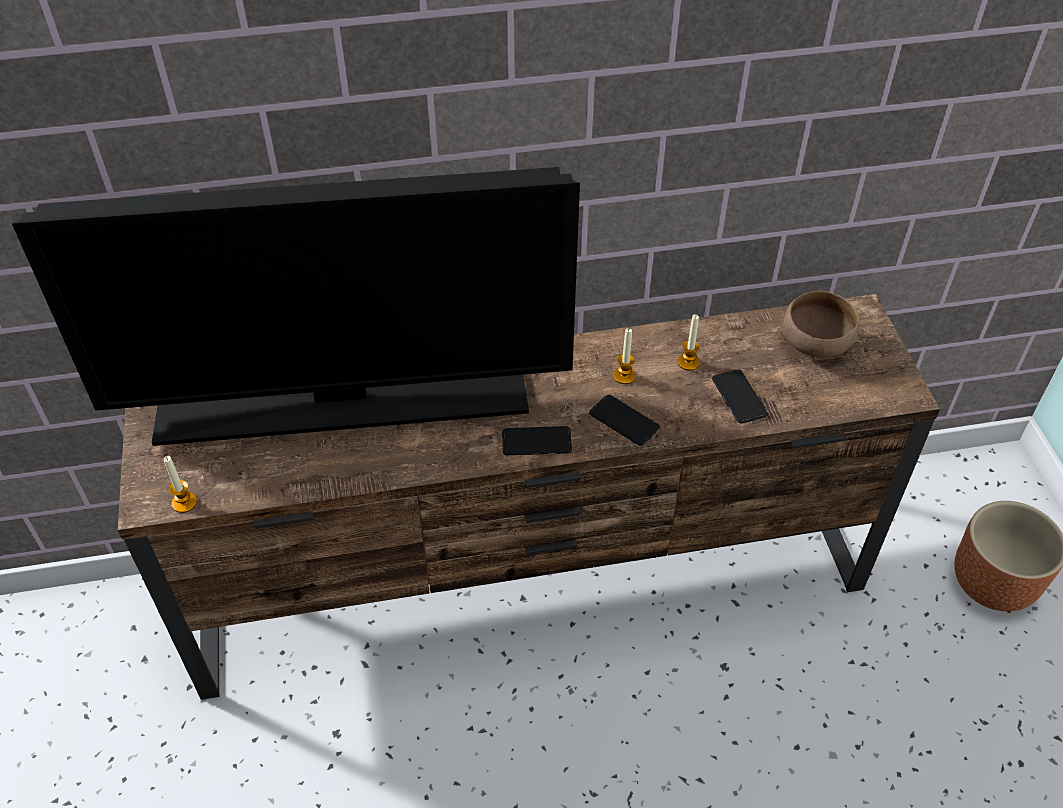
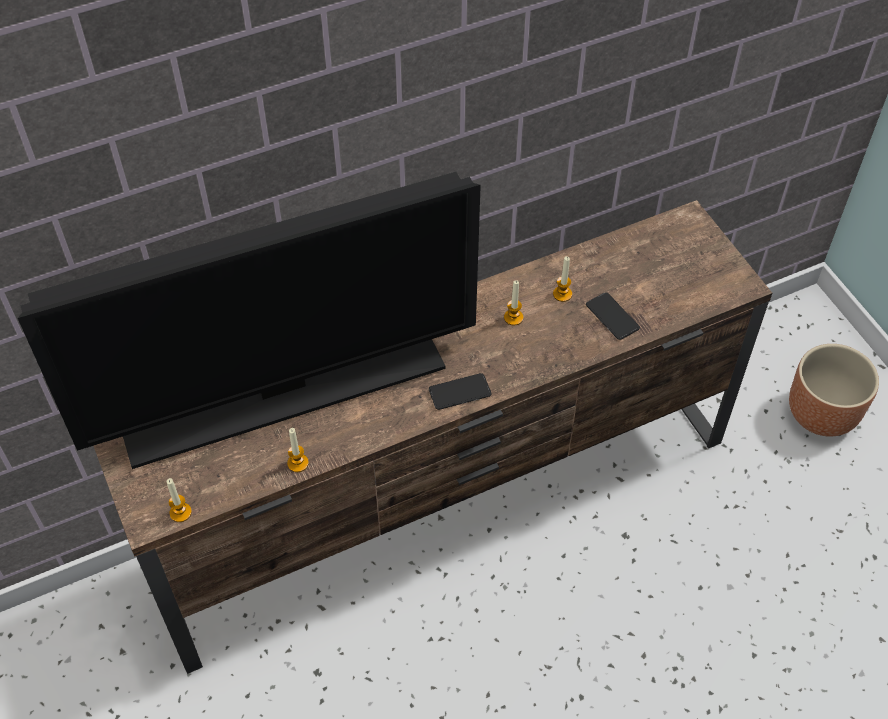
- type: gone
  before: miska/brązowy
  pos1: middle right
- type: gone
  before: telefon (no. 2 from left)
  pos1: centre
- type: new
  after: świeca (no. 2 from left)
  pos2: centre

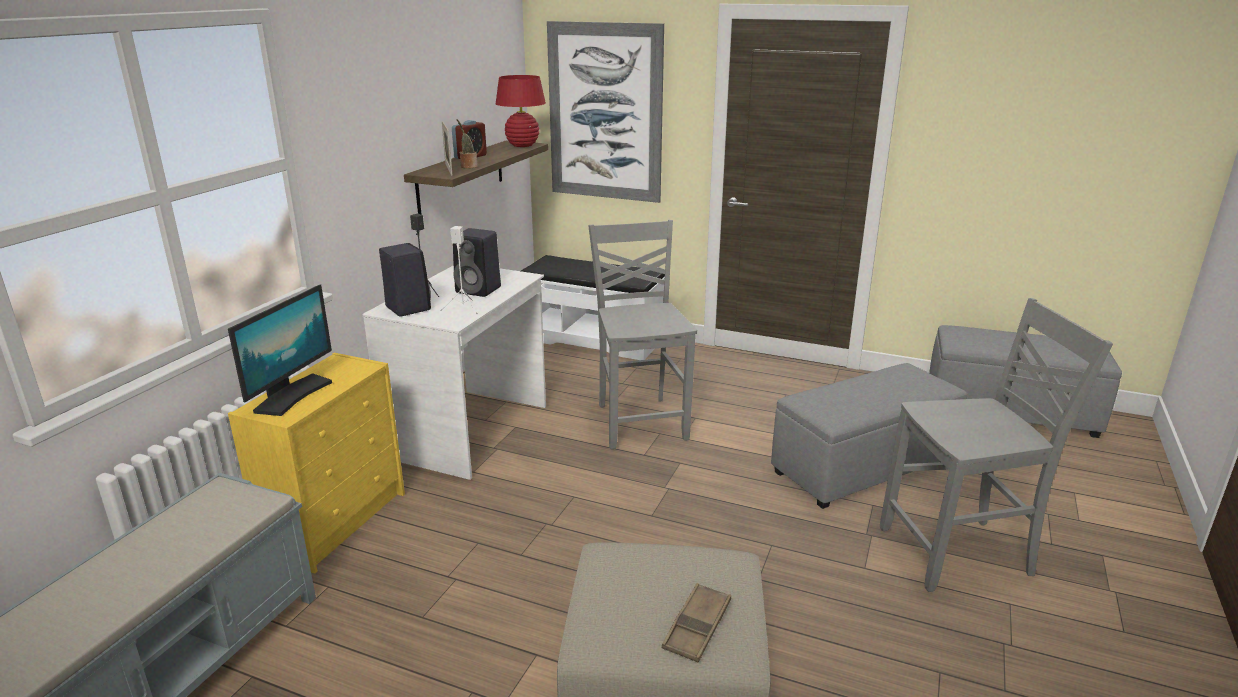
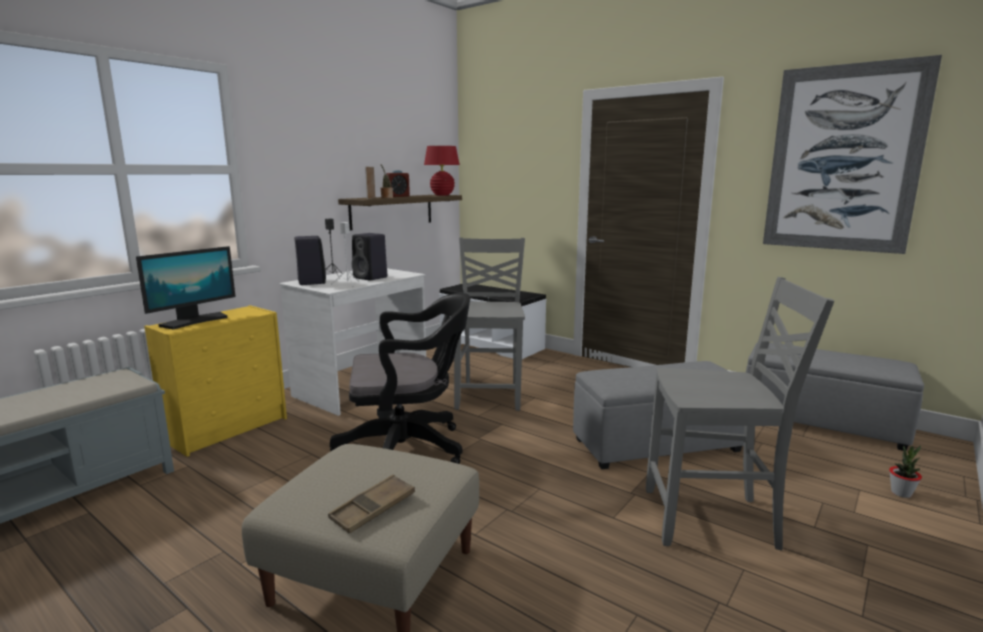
- type: shifted
  before: obraz
  pos1: top centre
  pos2: top right
- type: new
  after: krzesło biurowe/czarny
  pos2: centre
- type: new
  after: roślina doniczkowa (no. 2 from left)
  pos2: bottom right

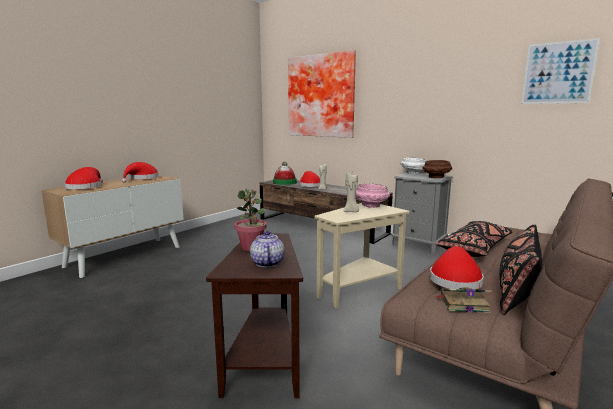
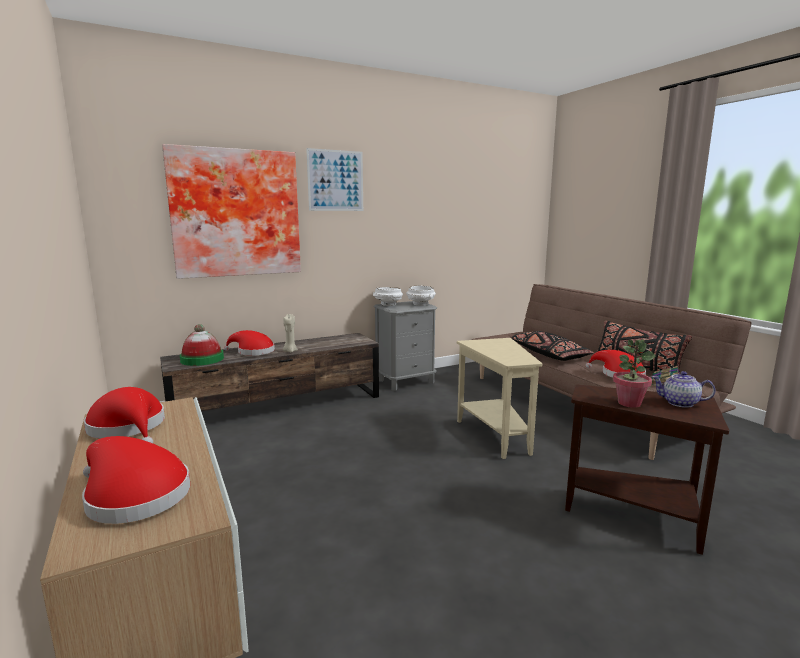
- type: shifted
  before: obraz (no. 2 from left)
  pos1: top right
  pos2: top centre
- type: repainted
  before: miska/brązowy
  after: miska/biały (no. 2 from left)
  pos1: middle right
  pos2: centre
- type: gone
  before: świeca/beżowy (no. 2 from left)
  pos1: centre
- type: gone
  before: miska/różowy
  pos1: centre

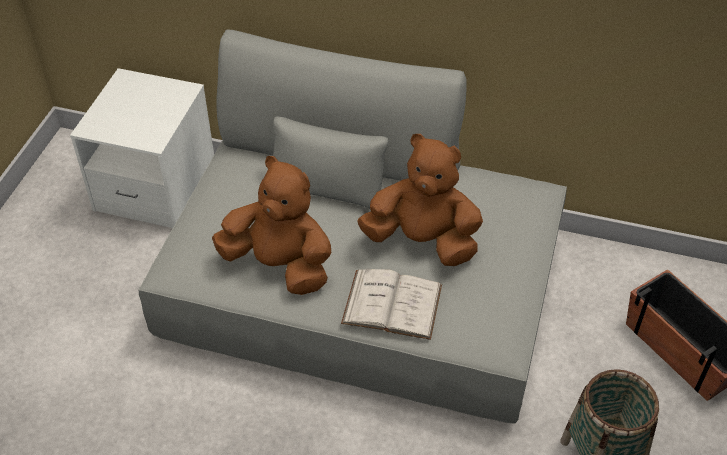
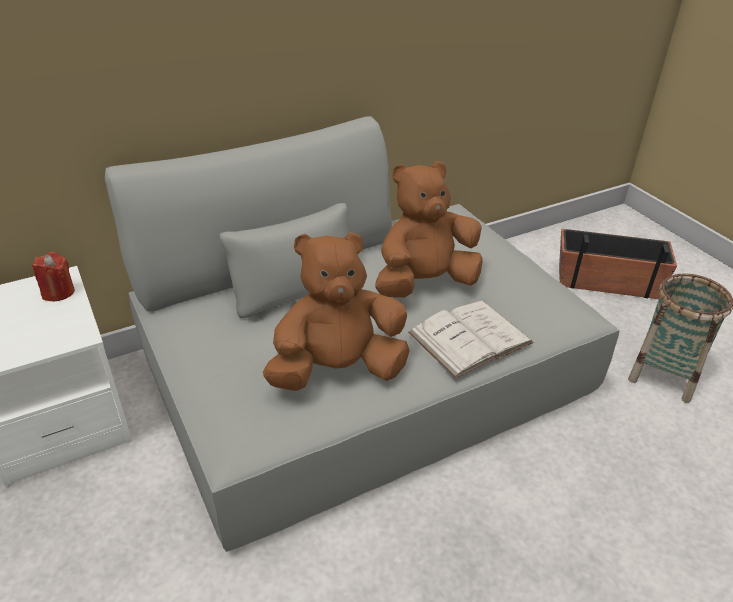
- type: new
  after: świeca/czerwony
  pos2: middle left

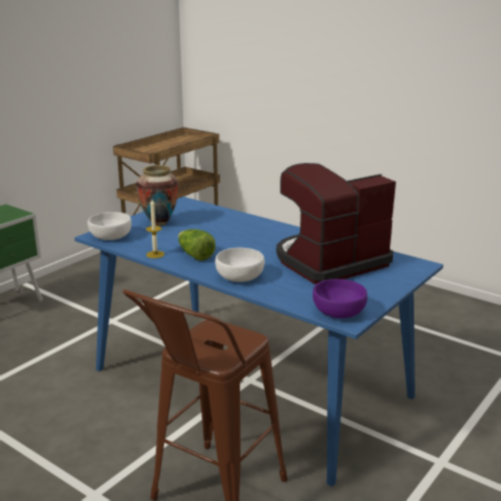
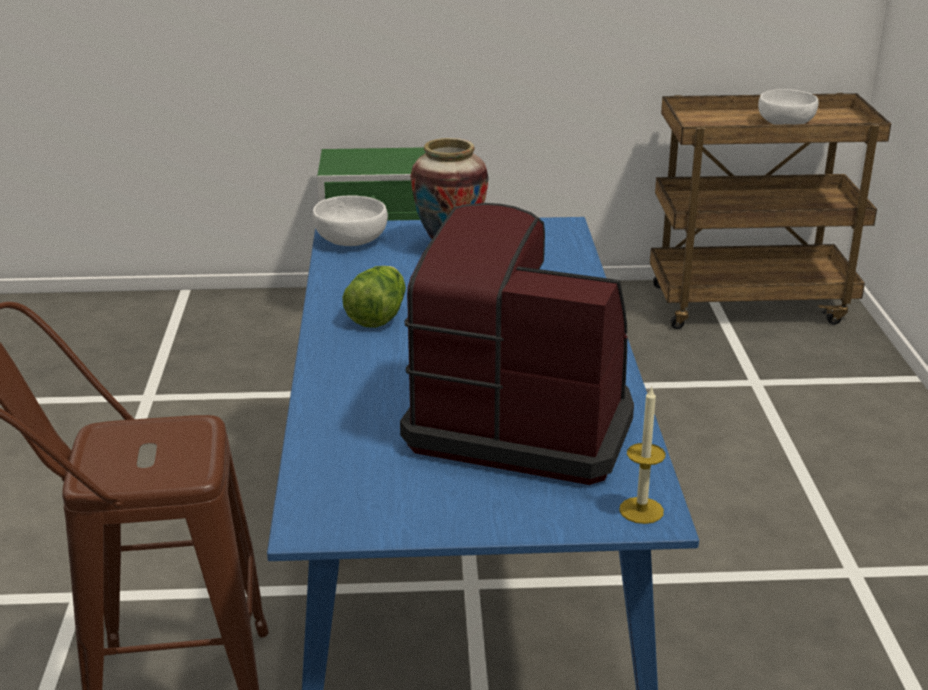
- type: shifted
  before: świeca
  pos1: middle left
  pos2: middle right
- type: shifted
  before: miska/biały (no. 2 from left)
  pos1: centre
  pos2: top right
- type: gone
  before: miska/fioletowy
  pos1: middle right

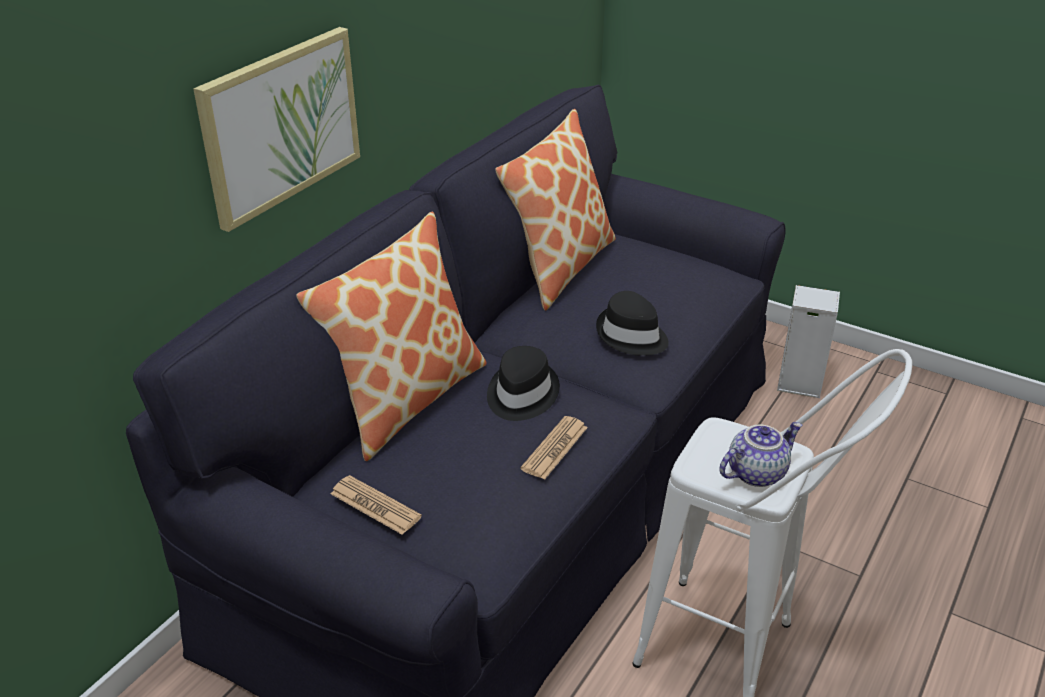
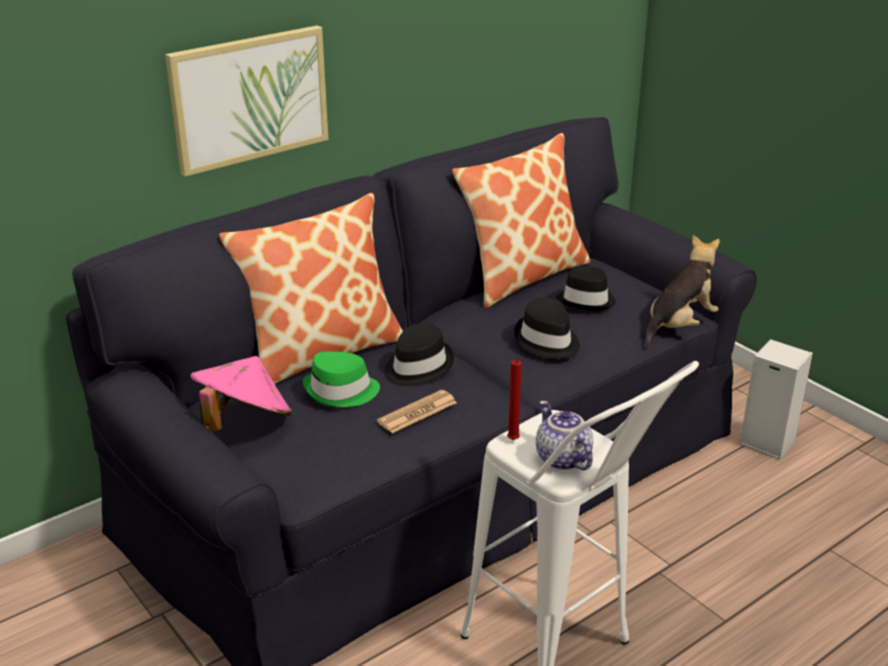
- type: rotated
  before: imbryk
  pos1: middle right
  pos2: centre
  turn: -105
- type: swapped
  before: gazeta (no. 1 from left)
  after: kapelusz/różowy
  pos1: bottom centre
  pos2: middle left
- type: new
  after: pluszak
  pos2: middle right
- type: new
  after: kapelusz/czarny (no. 3 from left)
  pos2: centre
- type: new
  after: kapelusz/zielony
  pos2: centre
- type: new
  after: świeca/czerwony
  pos2: centre

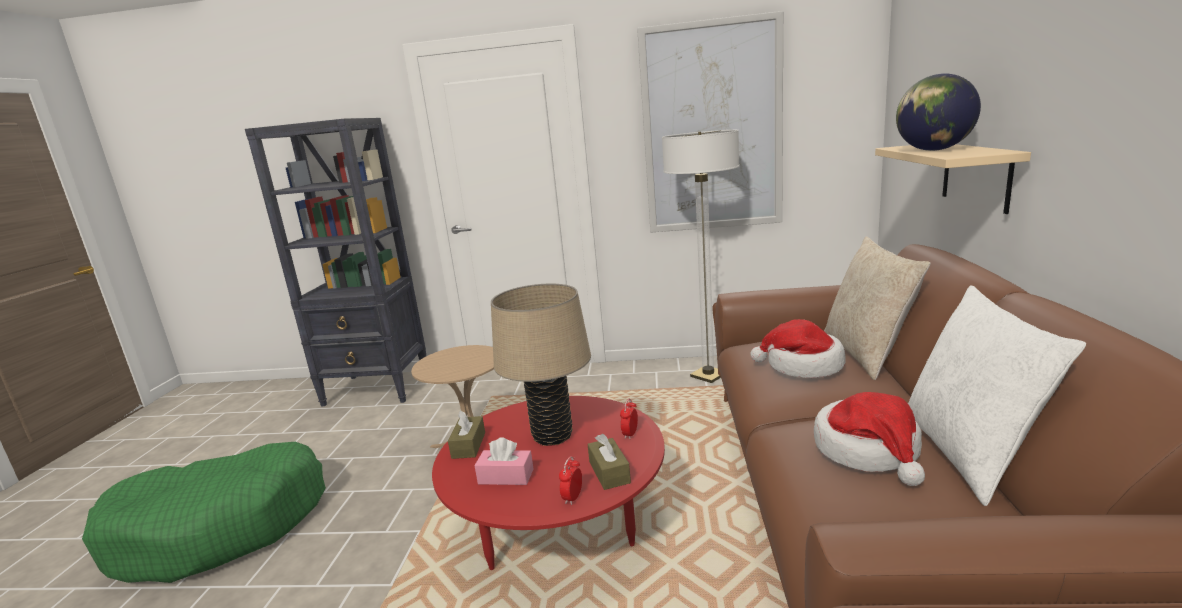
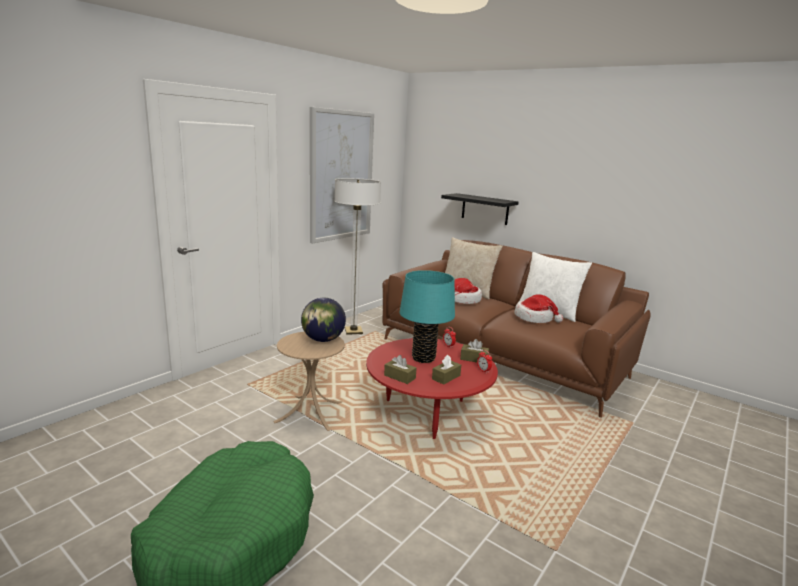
- type: shifted
  before: globus
  pos1: top right
  pos2: centre
- type: gone
  before: regał/czarny
  pos1: middle left
- type: repainted
  before: półka/beżowy
  after: półka/czarny
  pos1: top right
  pos2: centre
- type: repainted
  before: lampa stołowa/beżowy
  after: lampa stołowa/turkusowy
  pos1: centre
  pos2: centre
- type: repainted
  before: pudełko chusteczek/różowy
  after: pudełko chusteczek/brązowy (no. 2 from left)
  pos1: bottom centre
  pos2: centre

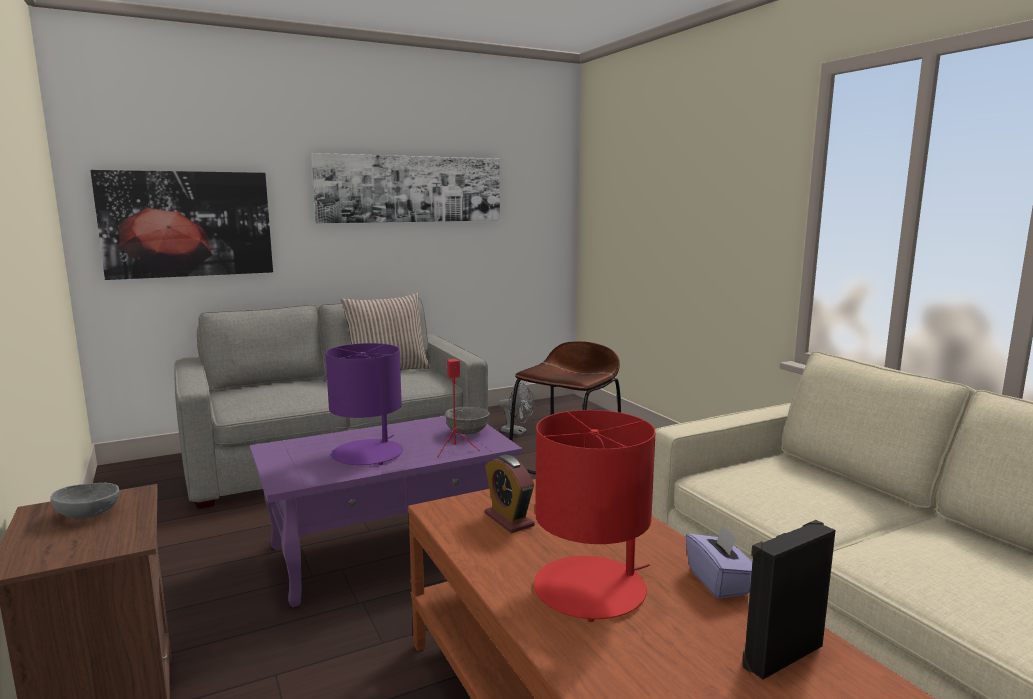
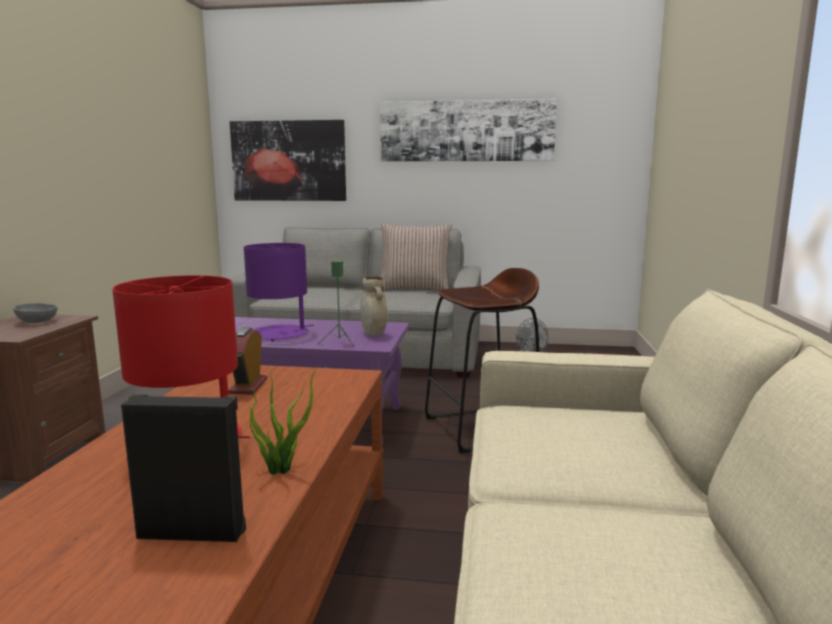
- type: repainted
  before: głośnik/czerwony
  after: głośnik/zielony
  pos1: centre
  pos2: centre
- type: swapped
  before: miska/szary (no. 2 from left)
  after: wazon/beżowy
  pos1: centre
  pos2: centre
- type: swapped
  before: pudełko chusteczek/fioletowy
  after: roślina doniczkowa
  pos1: bottom right
  pos2: bottom centre

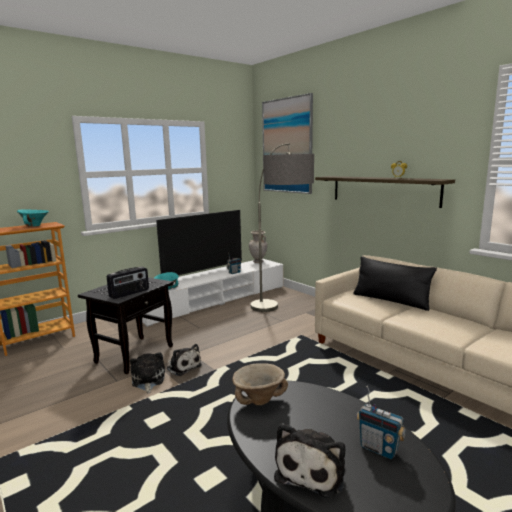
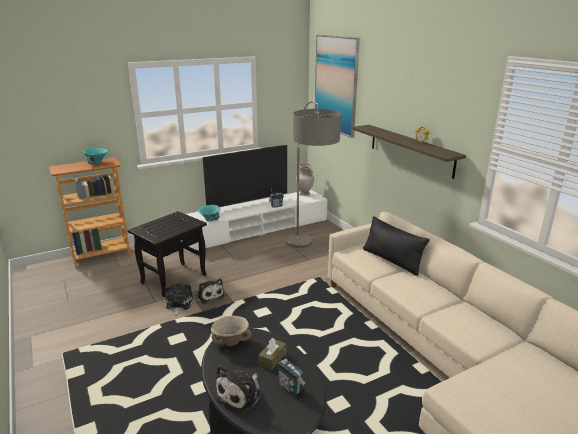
- type: gone
  before: radio (no. 1 from left)
  pos1: middle left
- type: new
  after: pudełko chusteczek/brązowy
  pos2: bottom centre

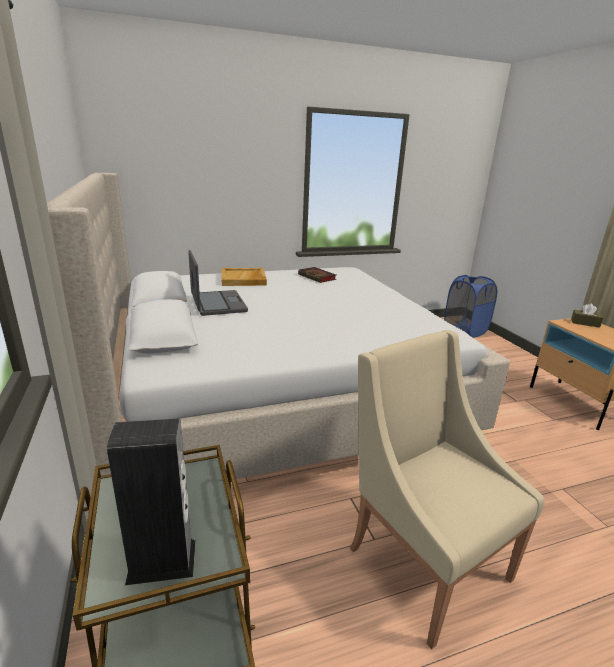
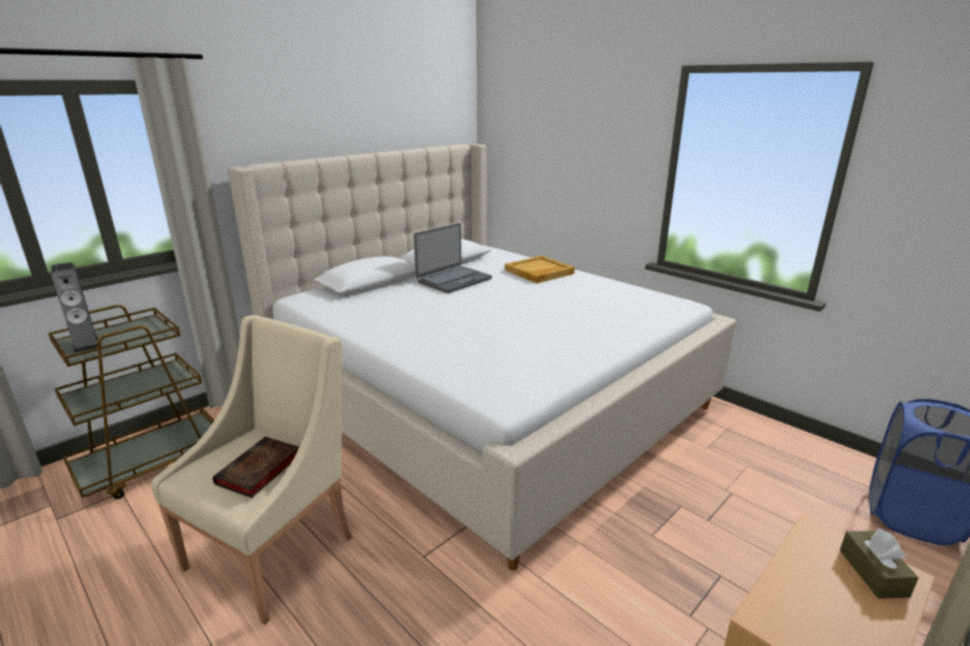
- type: shifted
  before: książka
  pos1: centre
  pos2: bottom left

